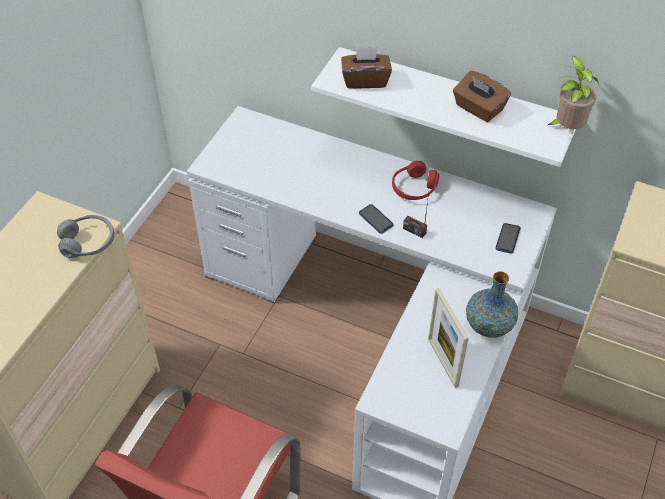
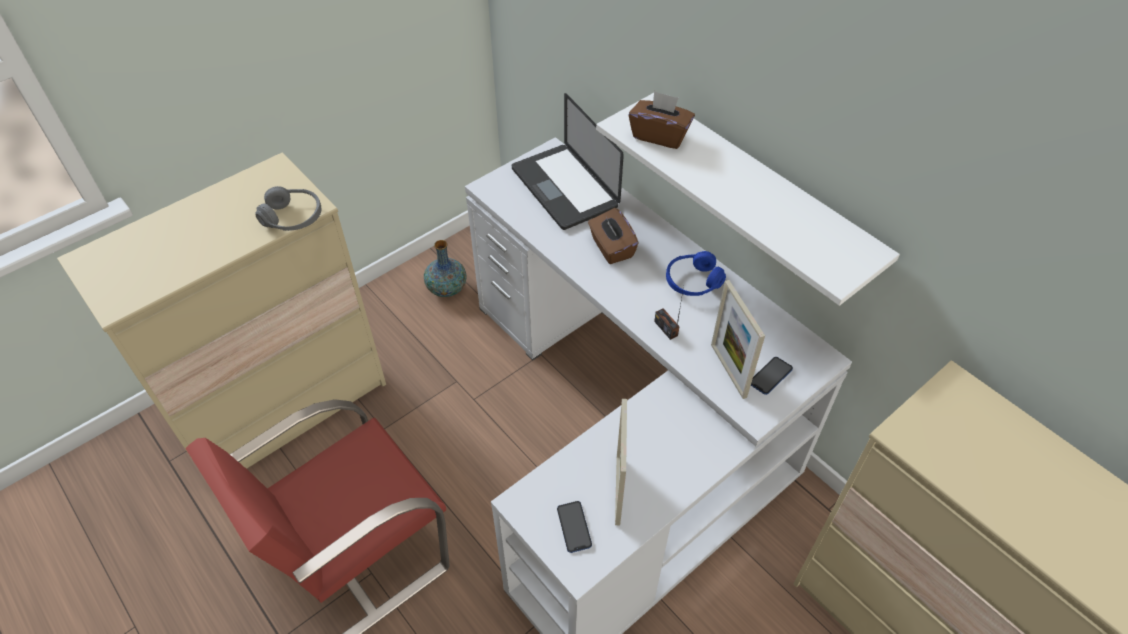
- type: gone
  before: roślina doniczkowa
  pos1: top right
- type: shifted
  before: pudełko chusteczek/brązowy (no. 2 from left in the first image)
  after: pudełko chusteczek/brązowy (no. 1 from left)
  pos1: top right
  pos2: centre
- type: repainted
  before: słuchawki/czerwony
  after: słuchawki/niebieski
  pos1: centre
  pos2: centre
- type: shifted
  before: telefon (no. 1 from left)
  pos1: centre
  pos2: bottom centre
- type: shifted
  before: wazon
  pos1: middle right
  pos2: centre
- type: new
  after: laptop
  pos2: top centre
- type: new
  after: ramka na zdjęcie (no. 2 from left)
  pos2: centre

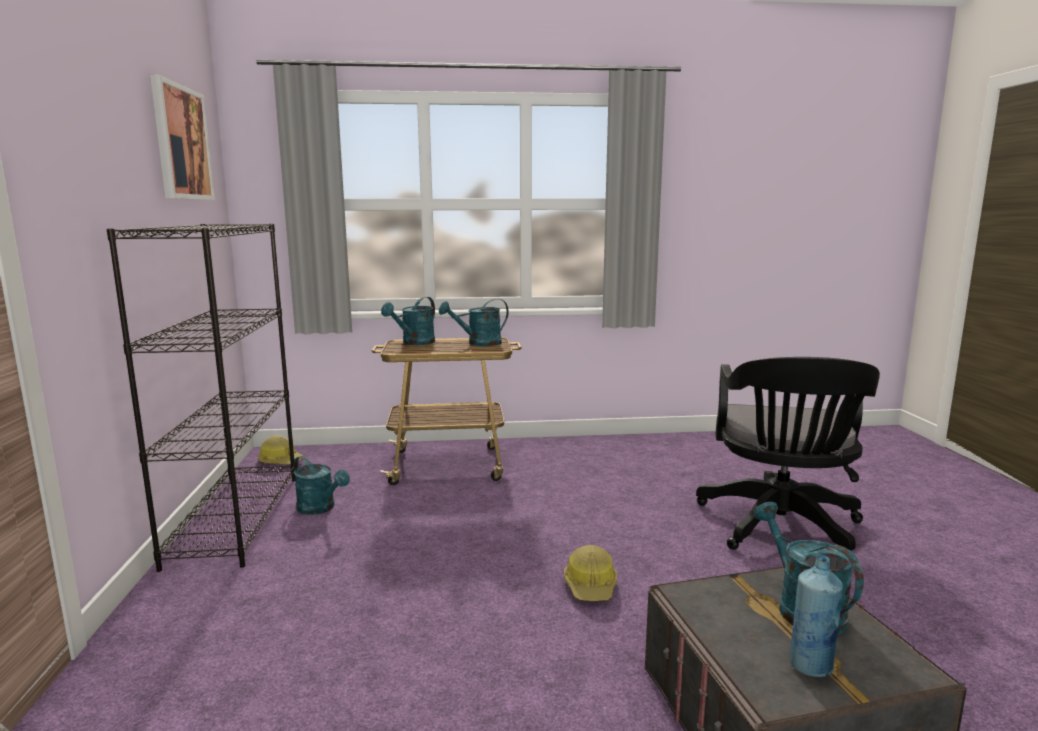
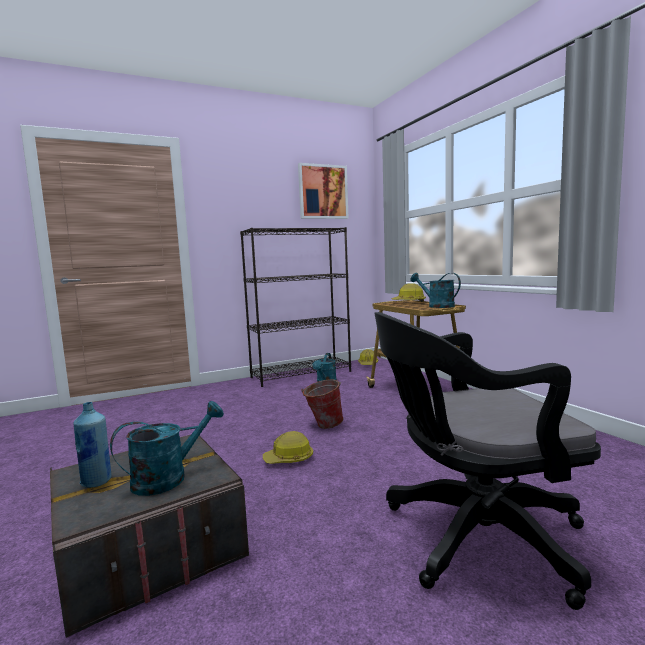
- type: swapped
  before: konewka/turkusowy (no. 2 from left)
  after: kask (no. 3 from left)
  pos1: centre
  pos2: centre
- type: new
  after: wiadro
  pos2: centre

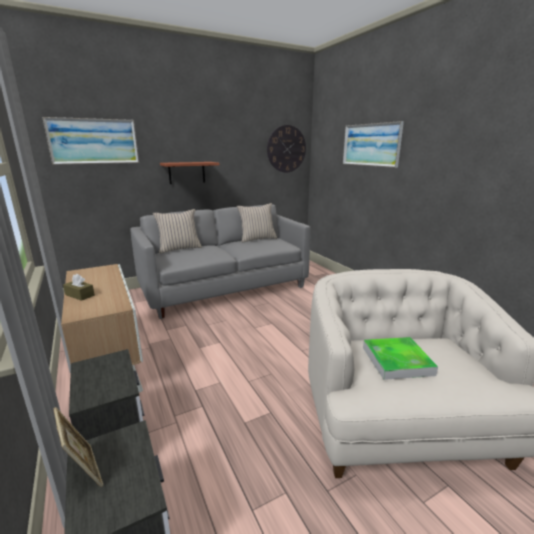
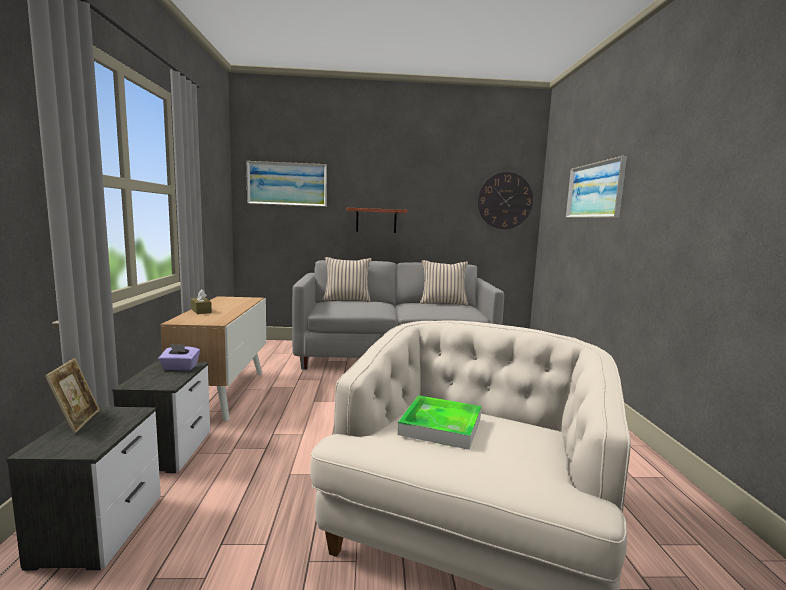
- type: new
  after: pudełko chusteczek/fioletowy
  pos2: middle left

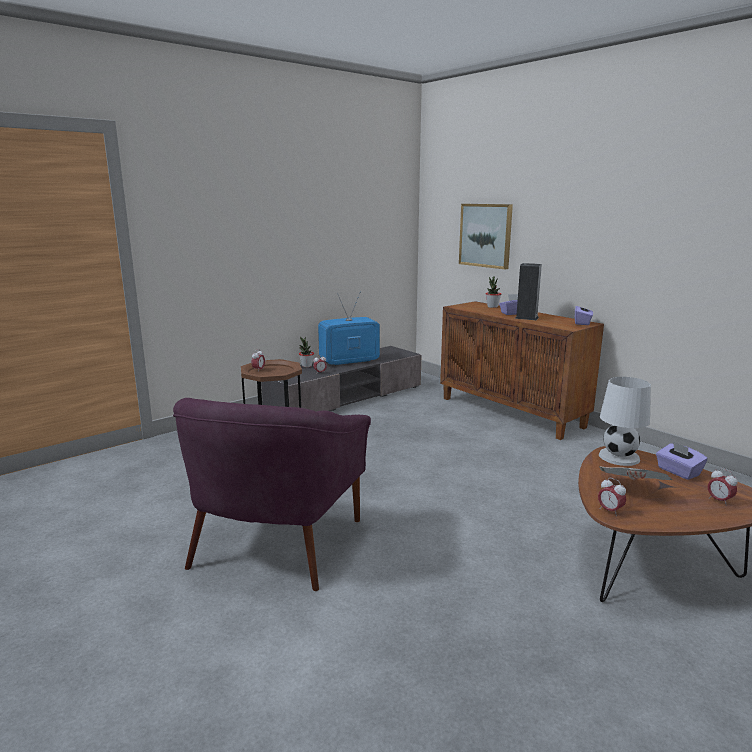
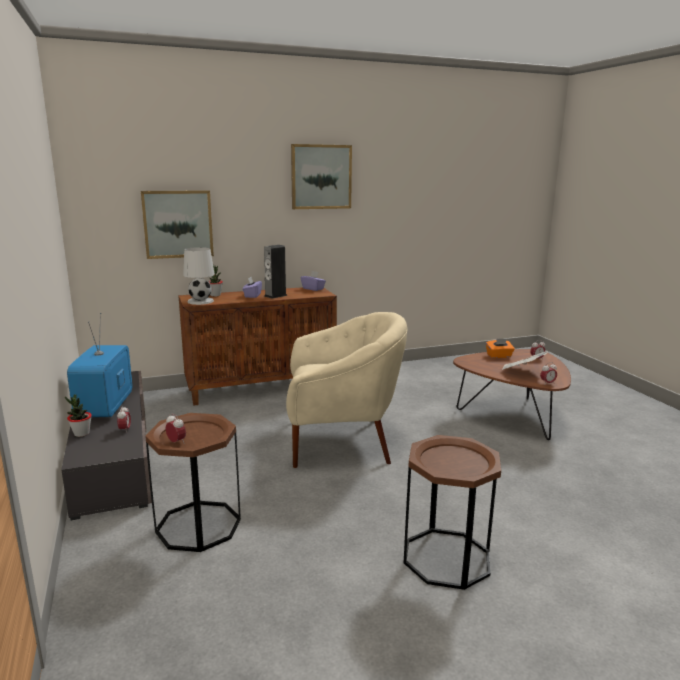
- type: shifted
  before: lampa stołowa/biały
  pos1: middle right
  pos2: middle left
- type: swapped
  before: fotel/fioletowy
  after: stolik/brązowy (no. 2 from left)
  pos1: centre
  pos2: bottom centre
- type: repainted
  before: pudełko chusteczek/fioletowy (no. 3 from left)
  after: pudełko chusteczek/pomarańczowy
  pos1: middle right
  pos2: middle right
- type: new
  after: obraz (no. 2 from left)
  pos2: top centre
- type: new
  after: fotel/beżowy
  pos2: centre

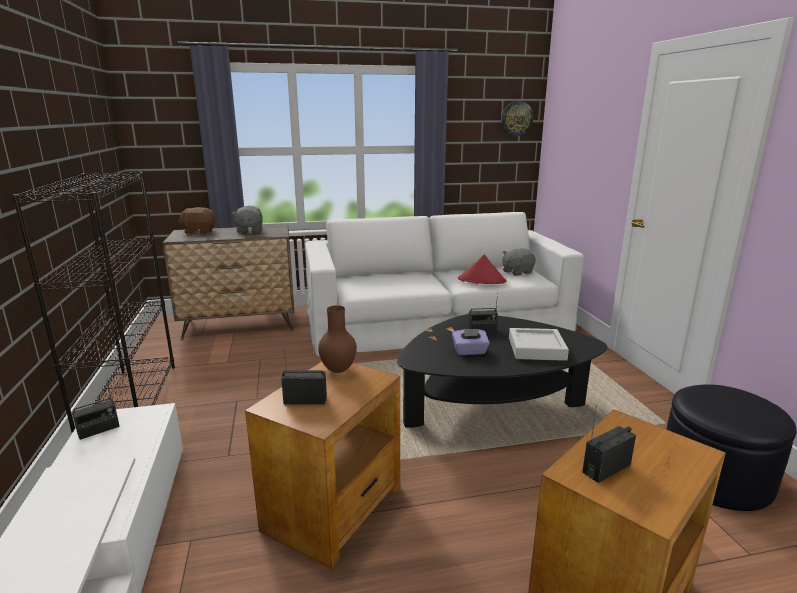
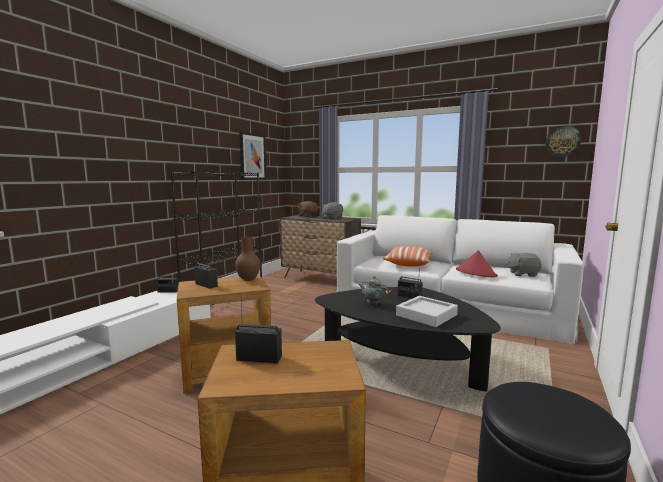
- type: swapped
  before: pudełko chusteczek/fioletowy
  after: imbryk
  pos1: centre
  pos2: centre
- type: new
  after: obraz
  pos2: top centre
- type: new
  after: poduszka
  pos2: centre

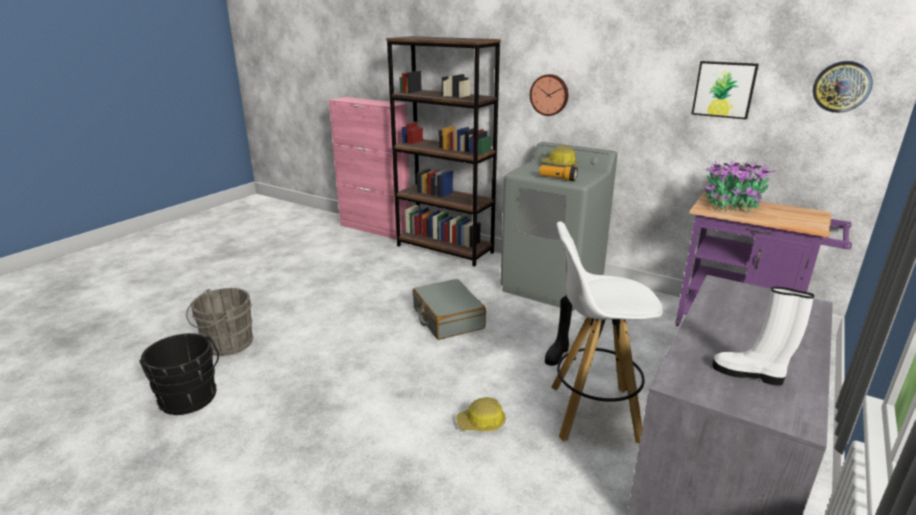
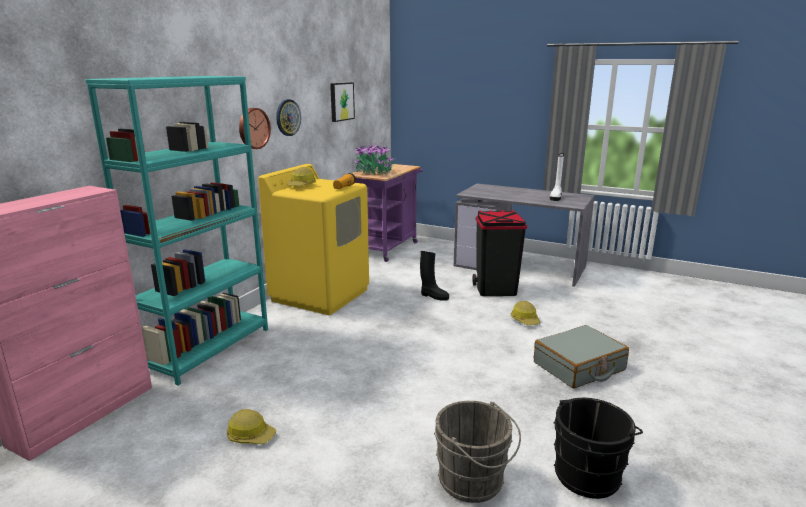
- type: repainted
  before: regał/brązowy
  after: regał/turkusowy
  pos1: top centre
  pos2: middle left
- type: shifted
  before: zegar ścienny (no. 2 from left)
  pos1: top right
  pos2: top centre
- type: repainted
  before: pralka/szary
  after: pralka/żółty
  pos1: centre
  pos2: centre
- type: swapped
  before: stołek/biały
  after: kosz na śmieci/czarny
  pos1: centre
  pos2: centre
- type: shifted
  before: walizka/szary
  pos1: centre
  pos2: bottom right
- type: new
  after: kask (no. 1 from left)
  pos2: bottom left

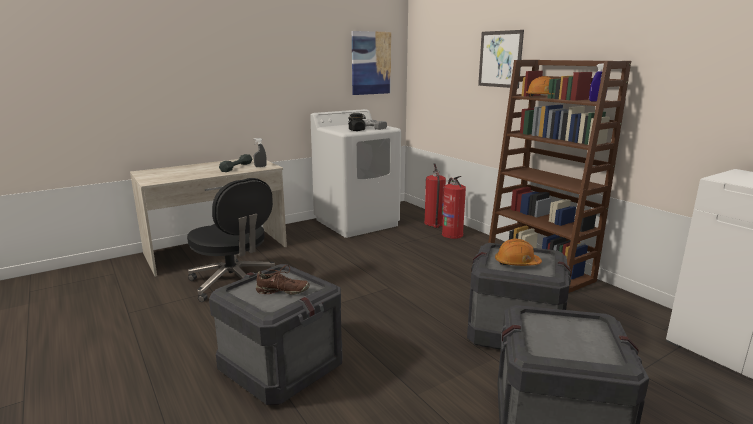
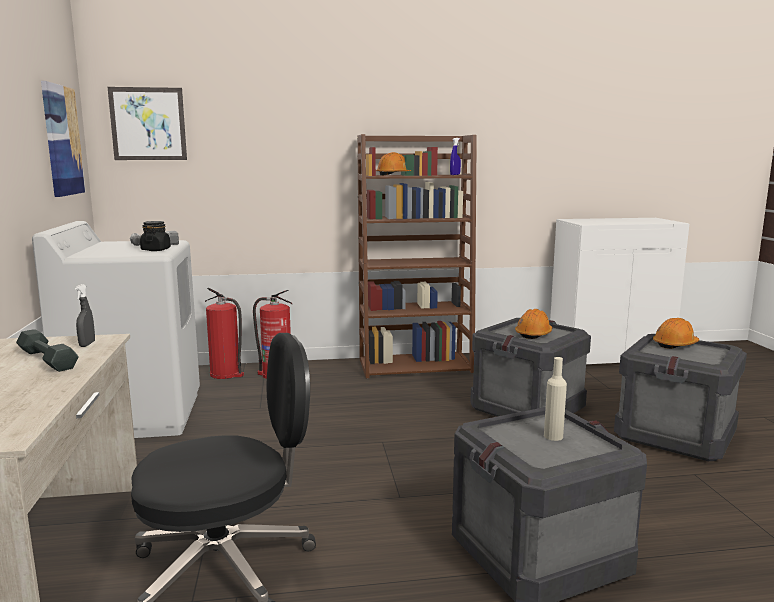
- type: shifted
  before: obraz (no. 2 from left)
  pos1: top centre
  pos2: top left
- type: swapped
  before: but/brązowy
  after: butelka/beżowy
  pos1: centre
  pos2: middle right
- type: new
  after: kask/pomarańczowy (no. 3 from left)
  pos2: middle right

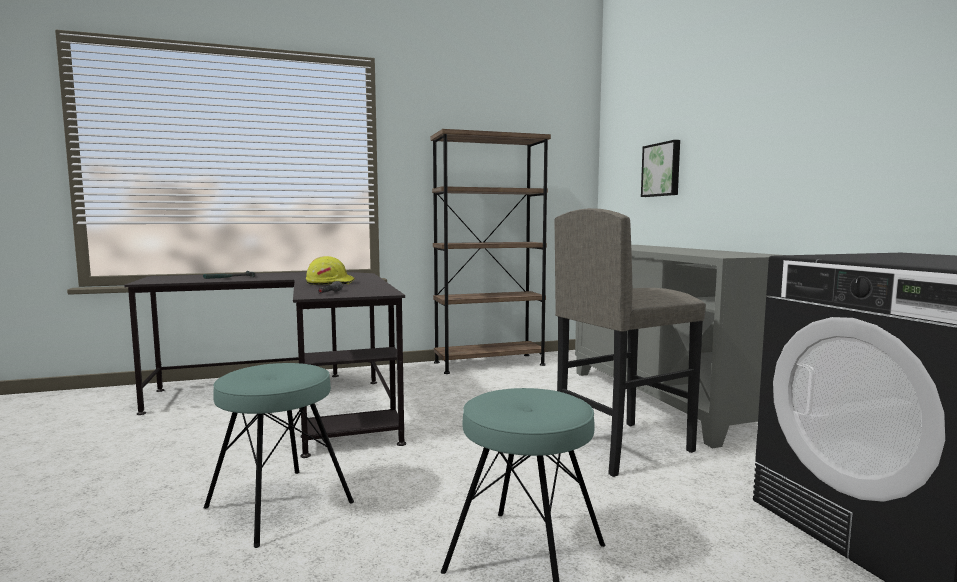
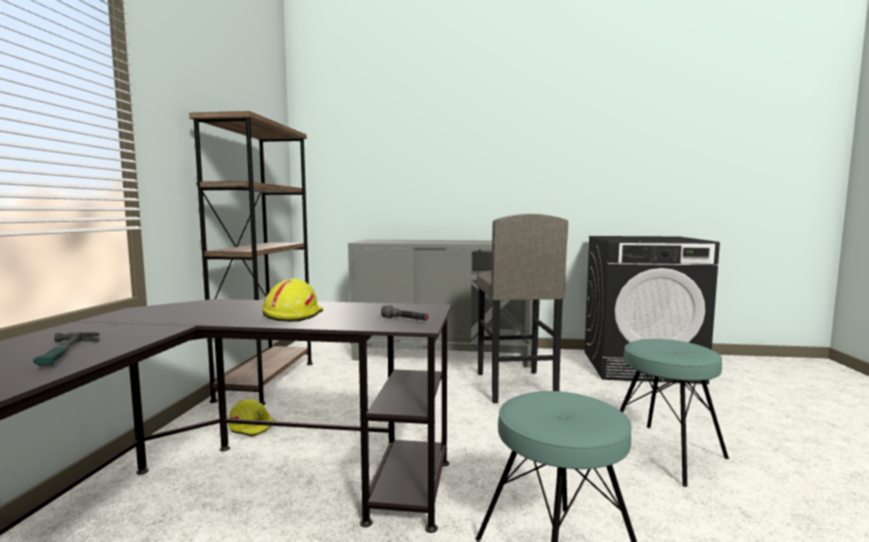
- type: gone
  before: obraz
  pos1: top right
- type: new
  after: kask/żółty (no. 1 from left)
  pos2: bottom left

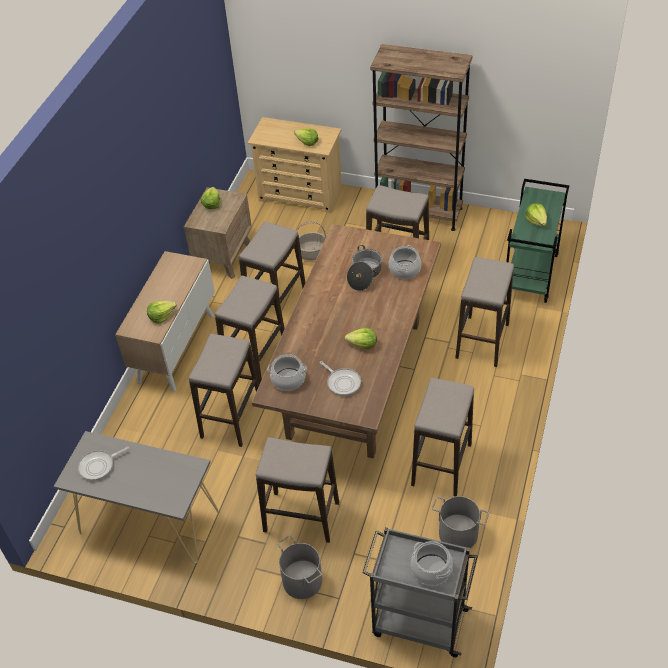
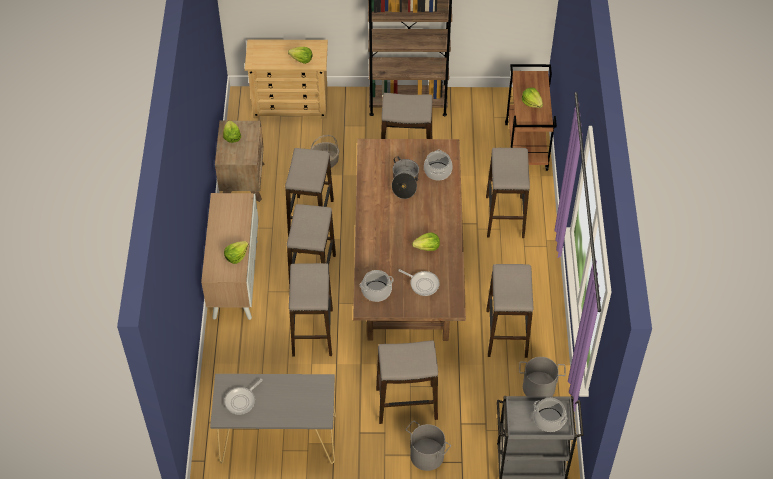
- type: repainted
  before: wózek/zielony
  after: wózek/brązowy
  pos1: middle right
  pos2: top right

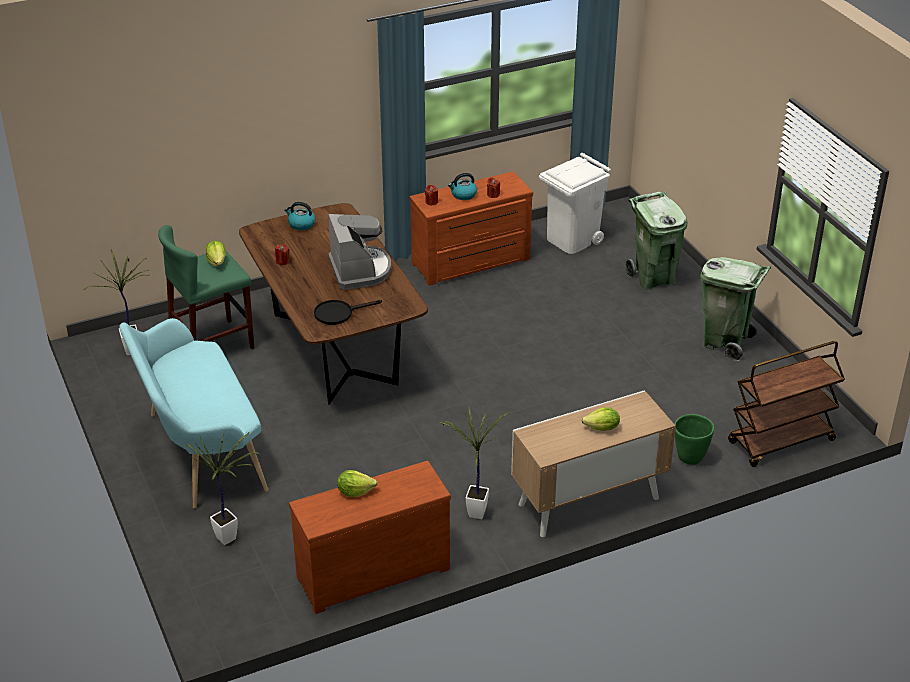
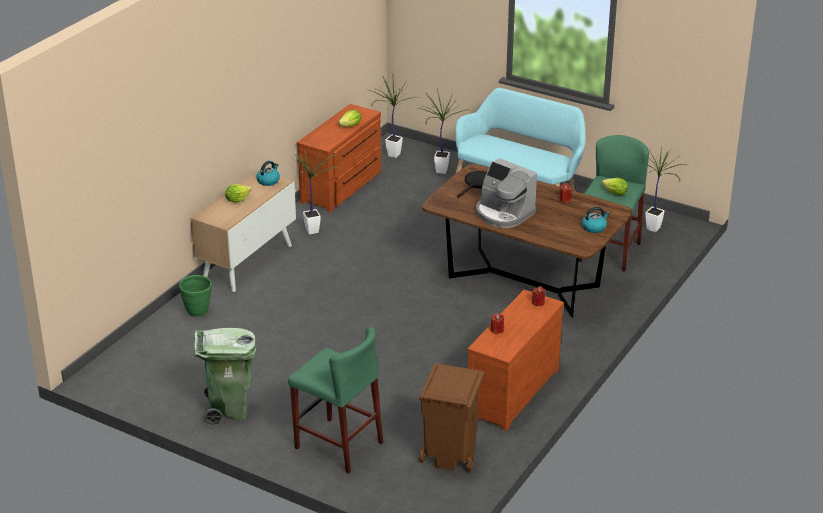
- type: repainted
  before: kosz na śmieci/biały
  after: kosz na śmieci/brązowy
  pos1: top centre
  pos2: bottom centre
- type: shifted
  before: czajnik (no. 2 from left in the first image)
  after: czajnik (no. 1 from left)
  pos1: top centre
  pos2: middle left
- type: swapped
  before: kosz na śmieci/zielony (no. 1 from left)
  after: stołek/zielony (no. 1 from left)
  pos1: middle right
  pos2: bottom centre
- type: gone
  before: wózek/brązowy
  pos1: middle right
- type: new
  after: roślina doniczkowa (no. 2 from left)
  pos2: top centre

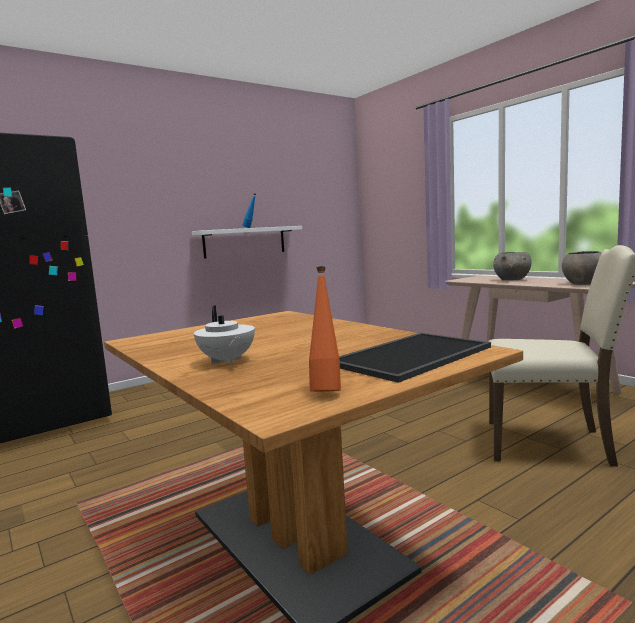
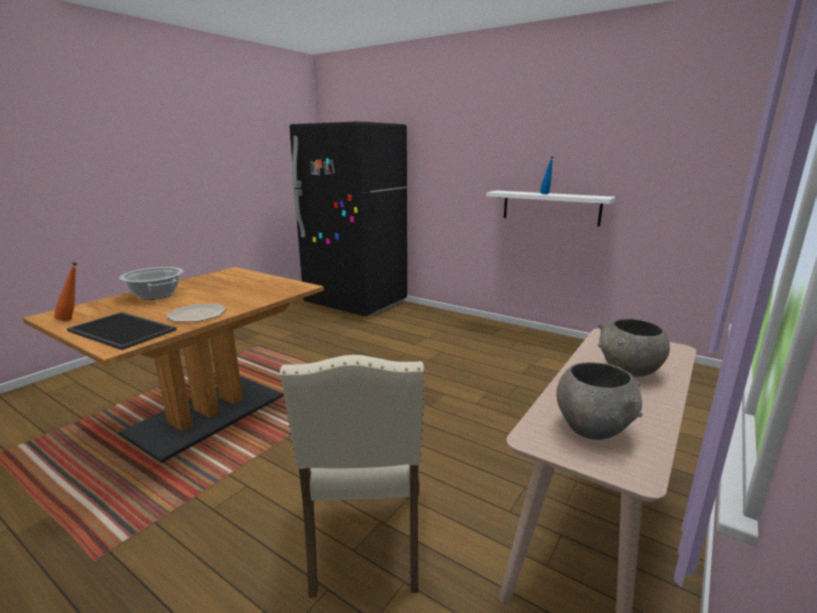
- type: swapped
  before: imbryk/biały
  after: garnek
  pos1: centre
  pos2: middle left
- type: new
  after: talerz
  pos2: middle left

